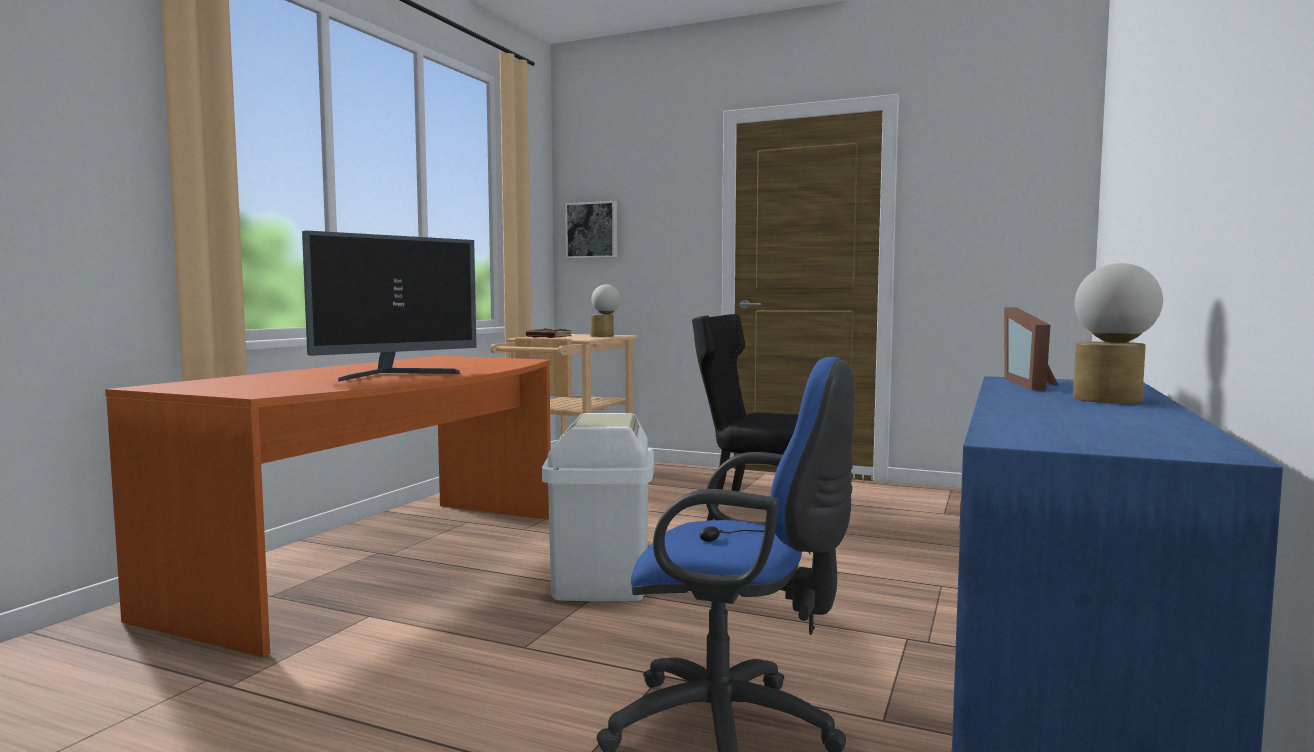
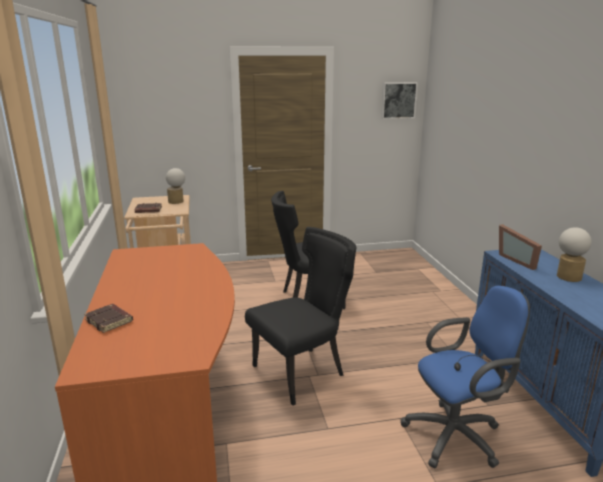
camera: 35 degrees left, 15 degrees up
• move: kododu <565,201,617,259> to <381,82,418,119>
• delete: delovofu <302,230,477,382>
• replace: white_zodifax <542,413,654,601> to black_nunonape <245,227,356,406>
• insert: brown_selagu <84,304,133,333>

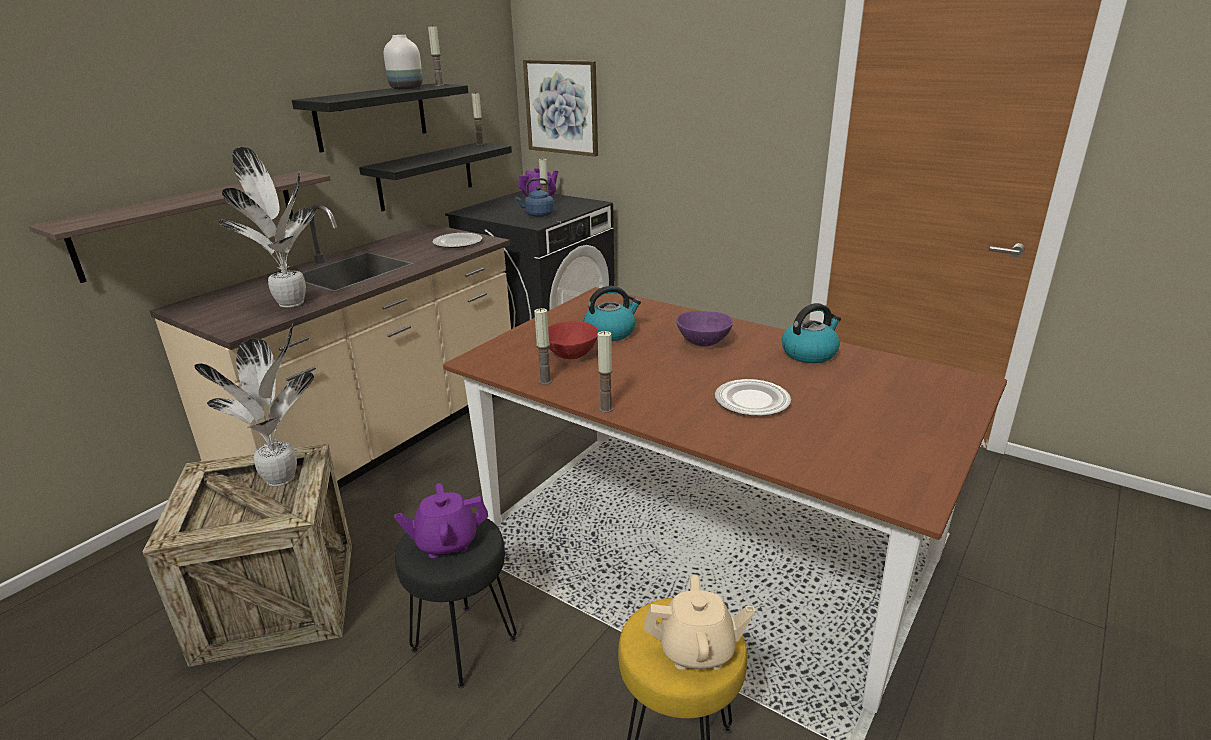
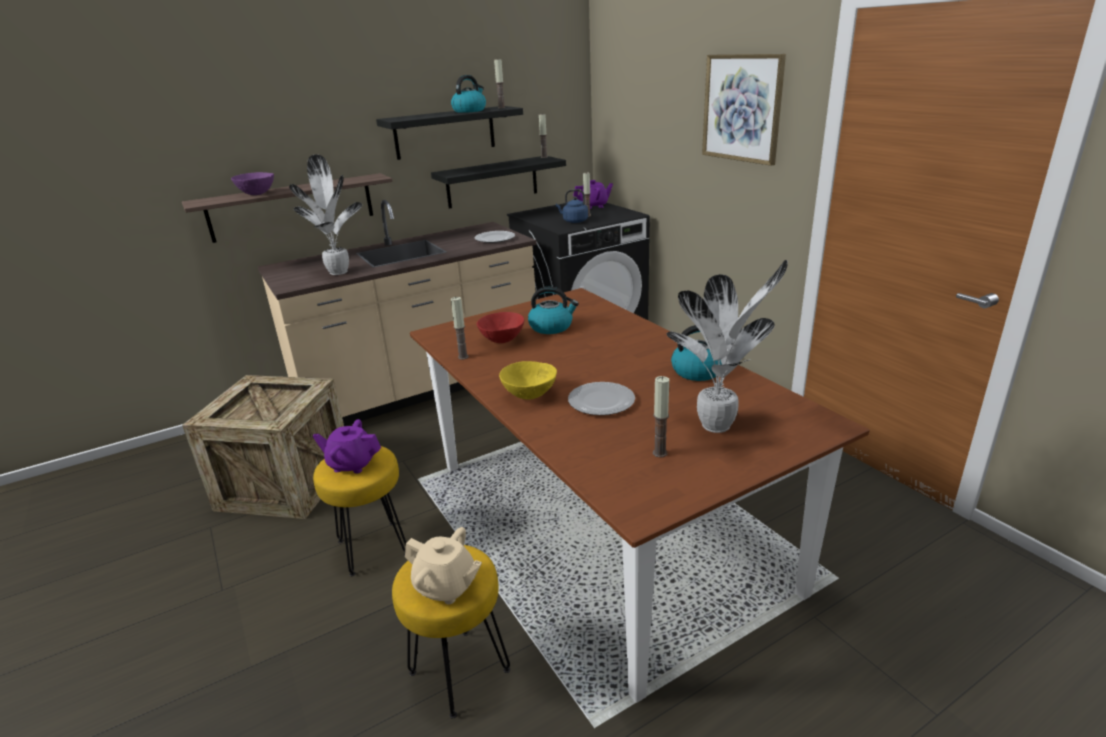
camera: 25 degrees right, 0 degrees up
• replace: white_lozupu <384,35,423,90> to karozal <451,75,486,113>
• move: kododu <523,60,598,157> to <702,54,786,166>
• move: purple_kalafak <676,311,733,347> to <231,172,274,195>
• move: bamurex <195,324,314,486> to <667,260,788,433>
• move: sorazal <597,331,613,413> to <653,376,669,458>
• recolor: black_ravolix <395,513,517,688> to yellow_ravolix <313,446,407,576>
• insert: yellow_kalafak <499,361,557,400>

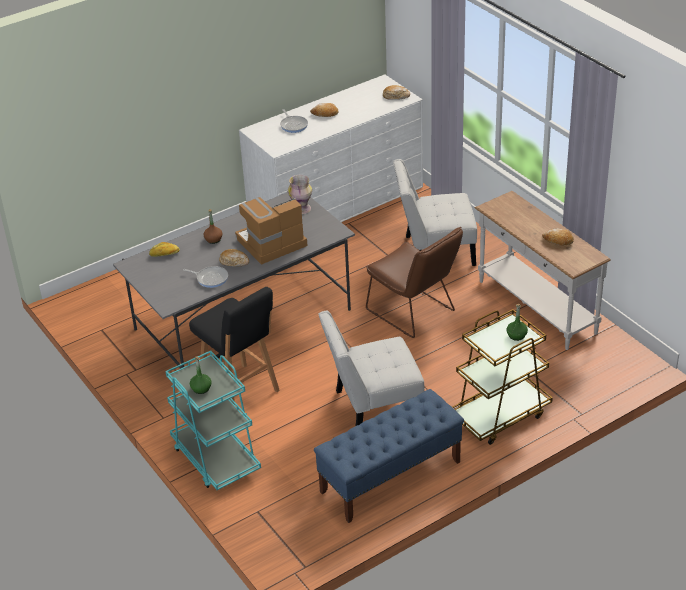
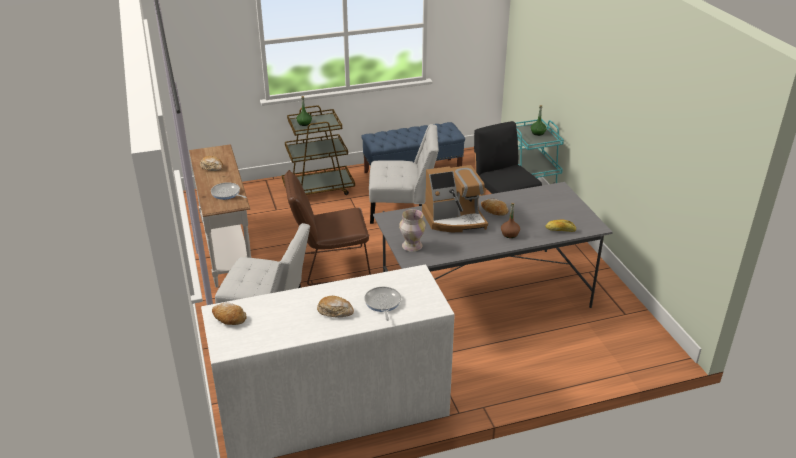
camera: 165 degrees left, 5 degrees down
• rotate: brown_nunonape <366,226,463,338> = <284,170,371,285> 75 degrees counterclockwise
• move: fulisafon <183,266,228,288> to <211,182,247,200>

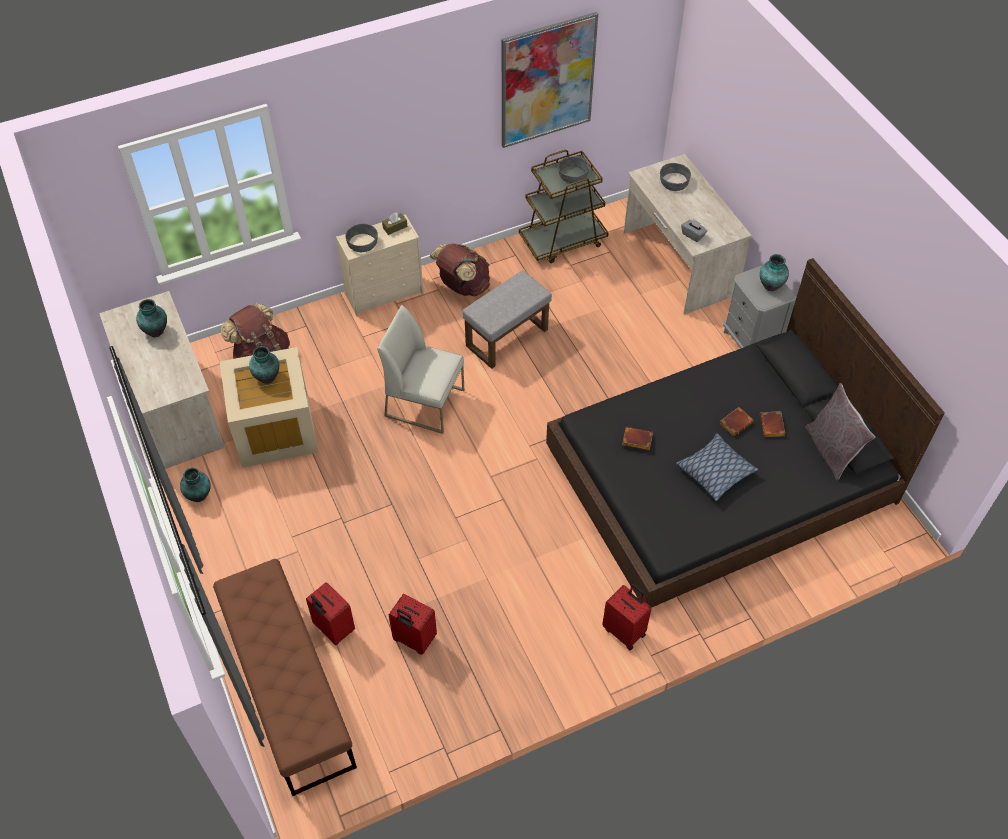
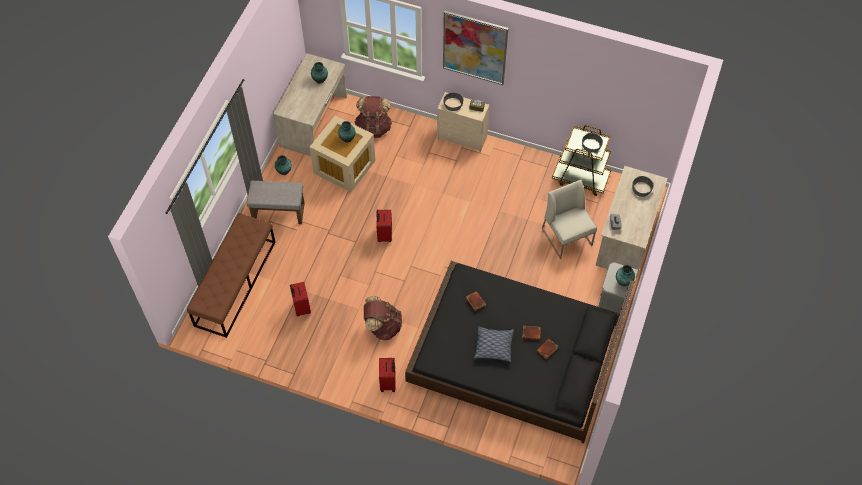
camera: 45 degrees right, 5 degrees up
• move: kododu <502,12,598,148> to <443,11,509,85>
• move: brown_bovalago <429,244,490,296> to <364,296,402,340>
• move: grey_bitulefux <462,270,552,369> to <247,181,305,224>
• move: white_nunonape <377,305,464,434> to <542,180,597,259>
• delete: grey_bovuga <805,383,875,481>
• move: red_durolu <306,582,355,645> to <376,209,392,242>

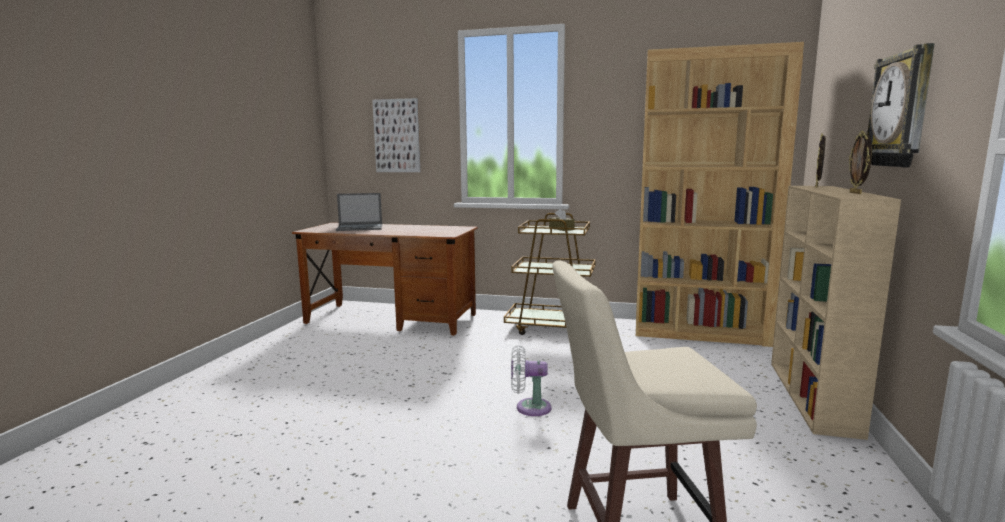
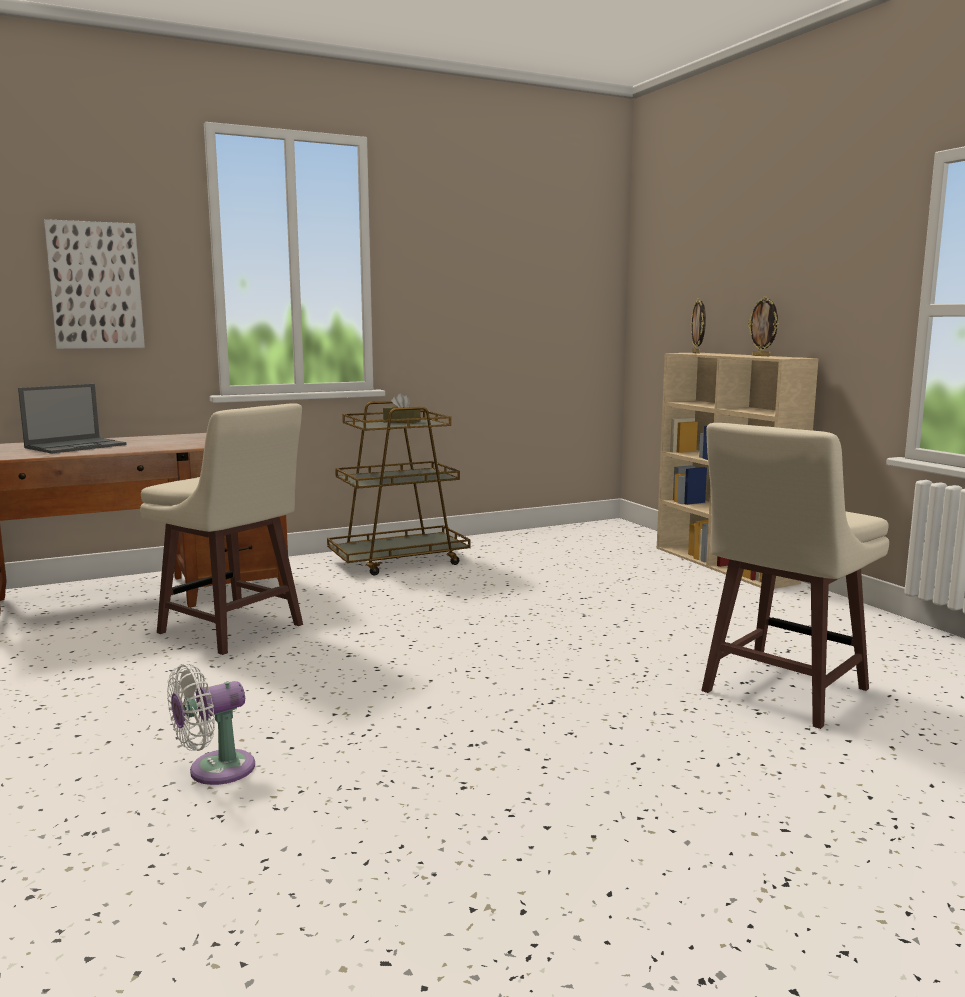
camera: 40 degrees left, 0 degrees up
• delete: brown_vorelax <636,42,804,347>
• delete: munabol <867,43,935,167>
• move: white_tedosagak <511,345,551,416> to <167,664,255,785>
• insert: beige_ravolix <140,403,303,655>

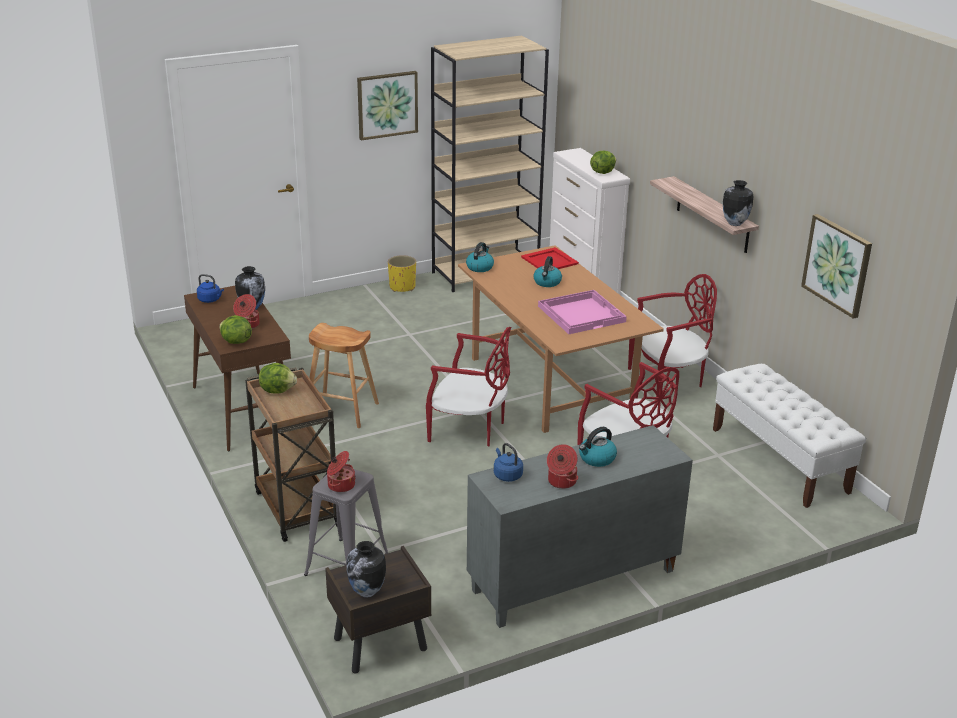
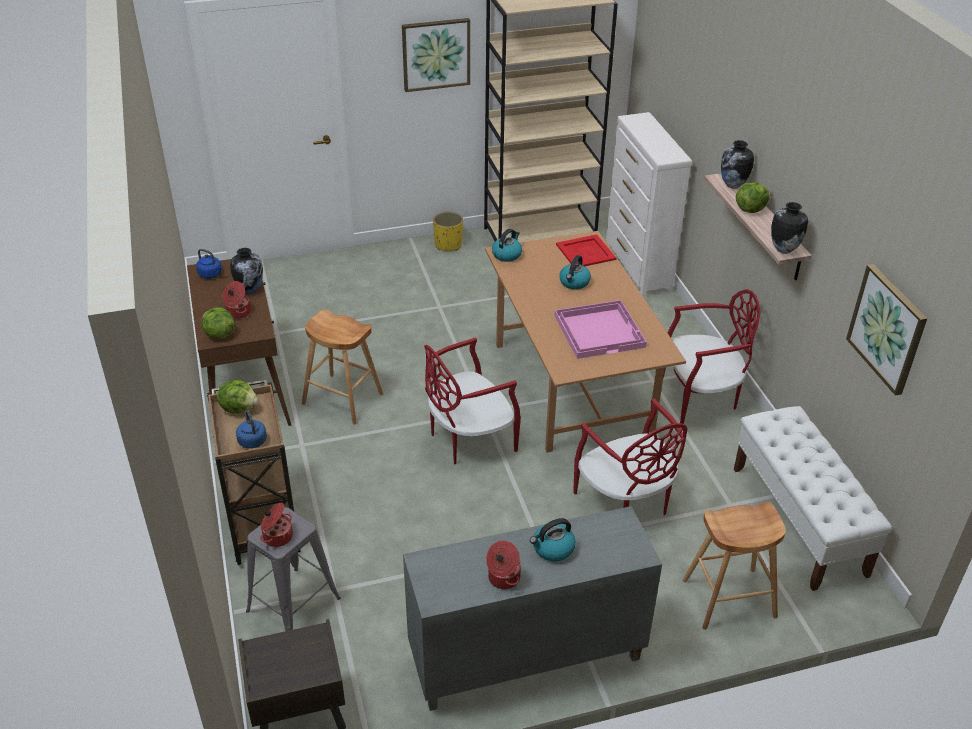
camera: 10 degrees right, 10 degrees up
• move: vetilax <590,151,616,174> to <736,183,770,213>
• rotate: red_nunonape <426,327,511,446> = <424,338,521,464> 120 degrees clockwise
• move: blue_karozal <494,443,523,482> to <236,410,267,449>
• move: lozupu <347,541,386,598> to <721,140,754,189>
• insert: brown_ravolix <682,502,786,630>

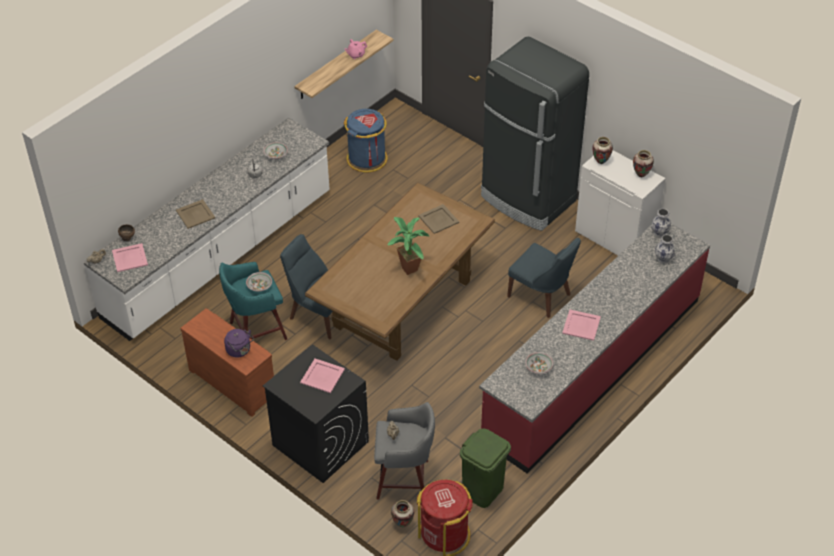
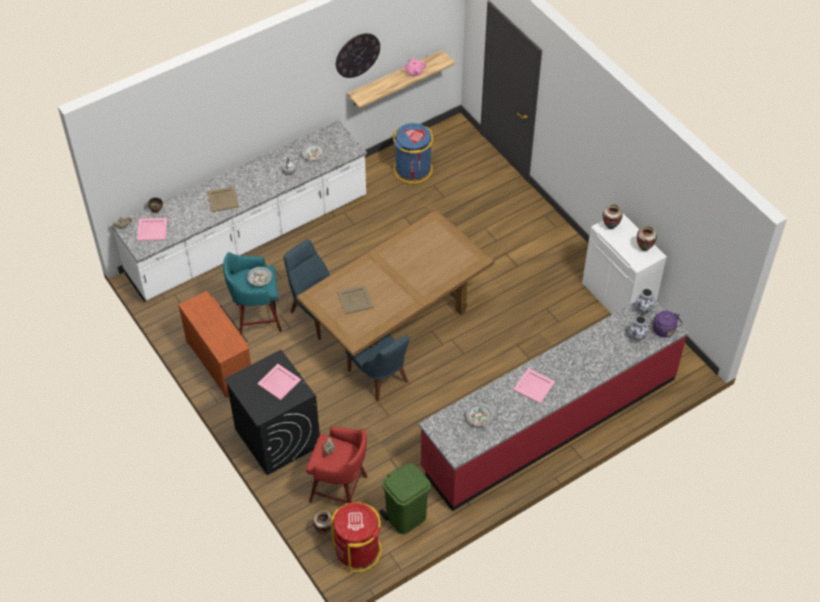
camera: 15 degrees right, 5 degrees up
• delete: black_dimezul <481,37,589,231>
• move: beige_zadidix <418,204,459,234> to <337,285,373,314>
• delete: bamurex <387,217,429,275>
• move: blue_nunonape <507,238,581,318> to <345,334,409,401>
• move: purple_karozal <224,329,254,358> to <653,311,683,337>
• recolor: grey_ravolix <374,402,435,499> to red_ravolix <306,426,367,503>
• insert: munabol <336,33,380,78>

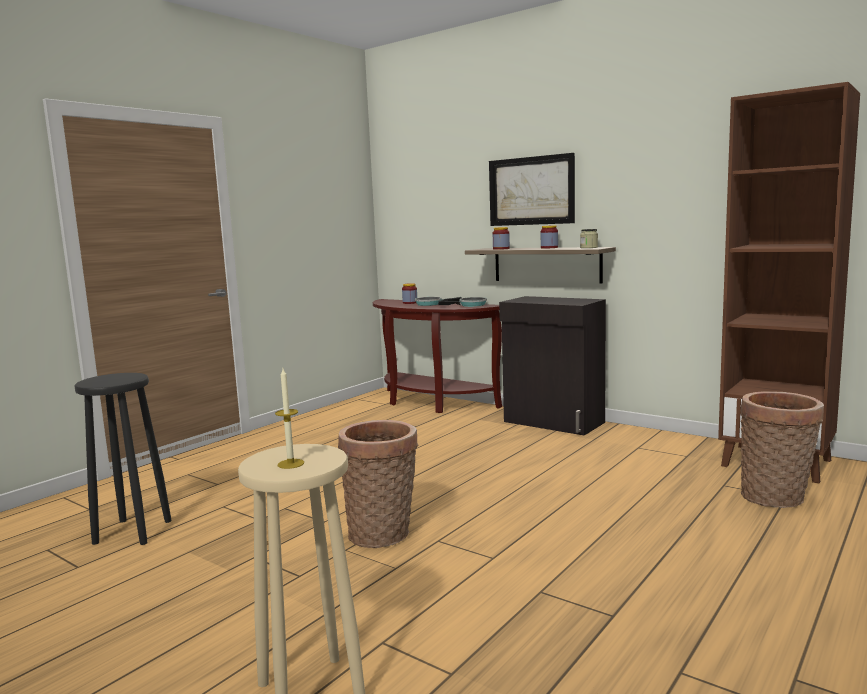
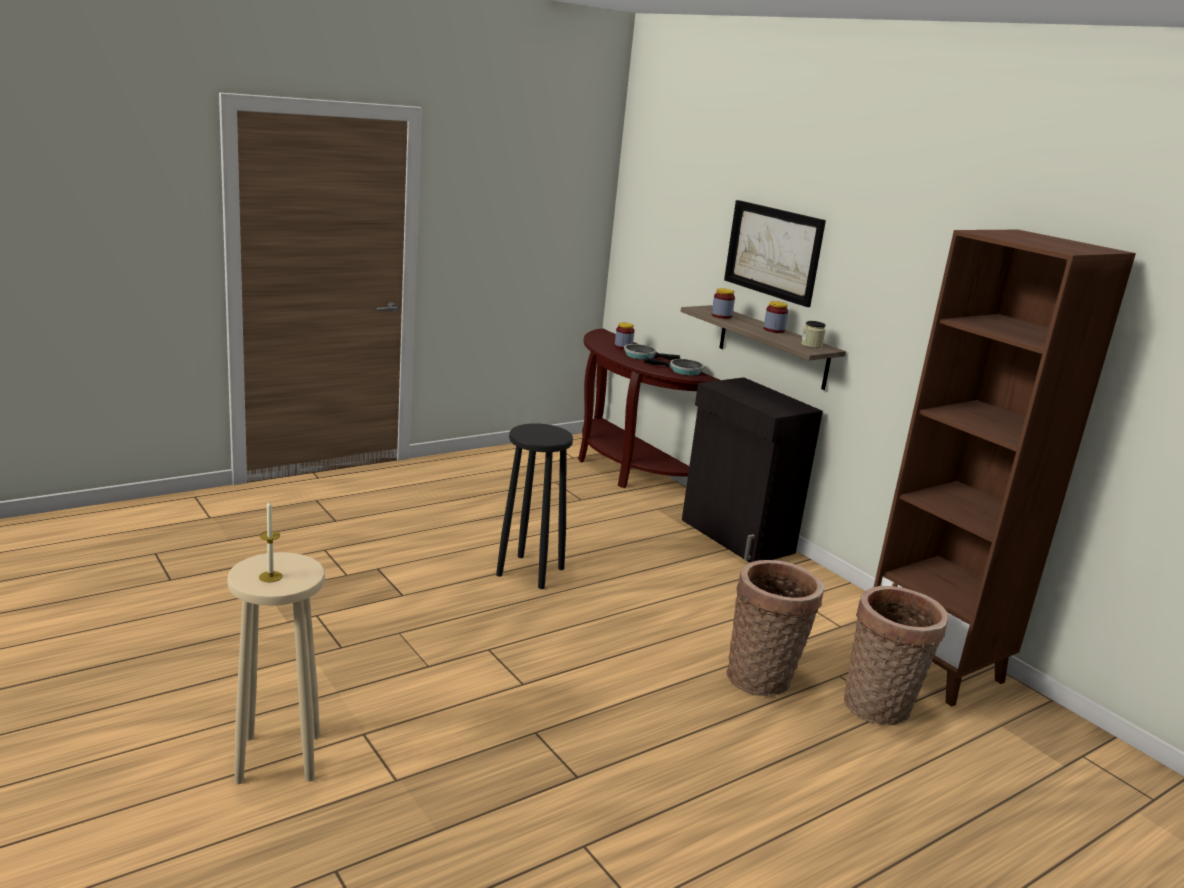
camera: 15 degrees right, 10 degrees up
• move: black_ravolix <75,373,172,545> to <496,423,573,589>
• move: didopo <338,420,418,548> to <726,560,824,696>

